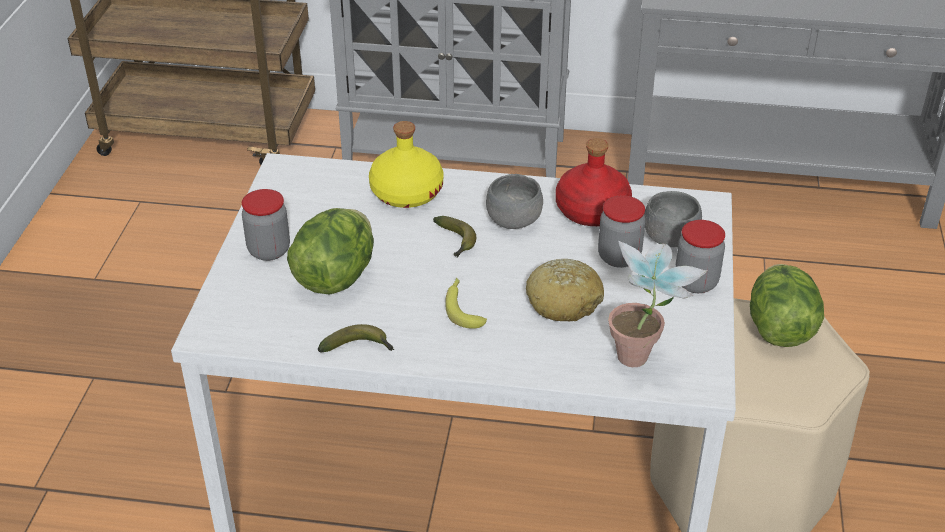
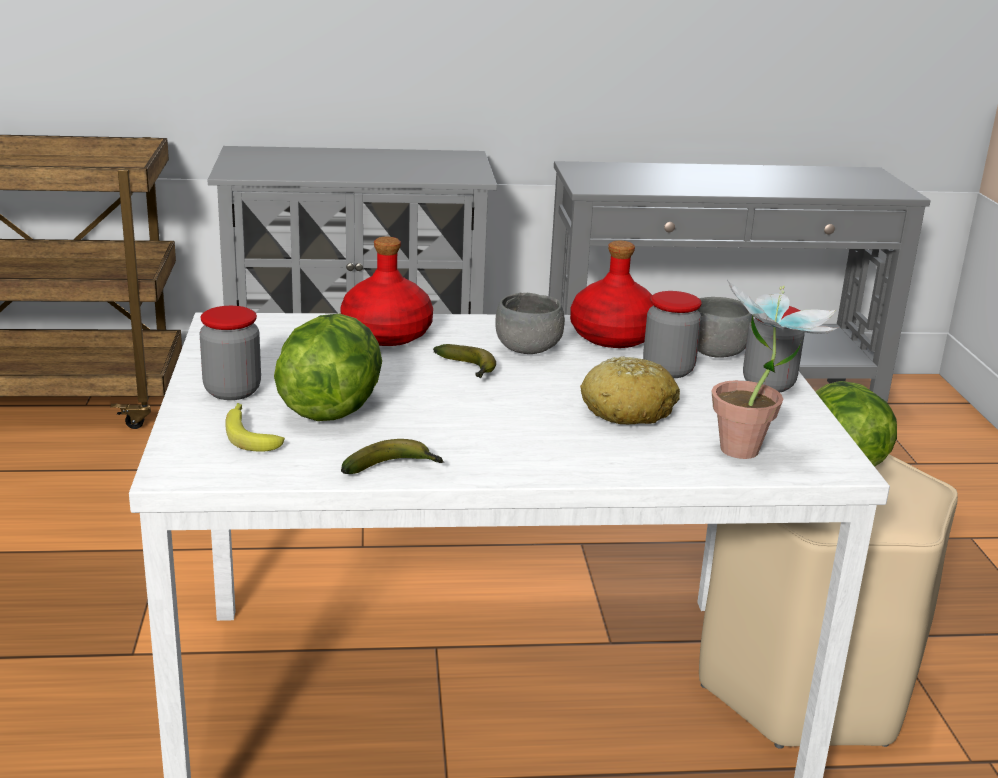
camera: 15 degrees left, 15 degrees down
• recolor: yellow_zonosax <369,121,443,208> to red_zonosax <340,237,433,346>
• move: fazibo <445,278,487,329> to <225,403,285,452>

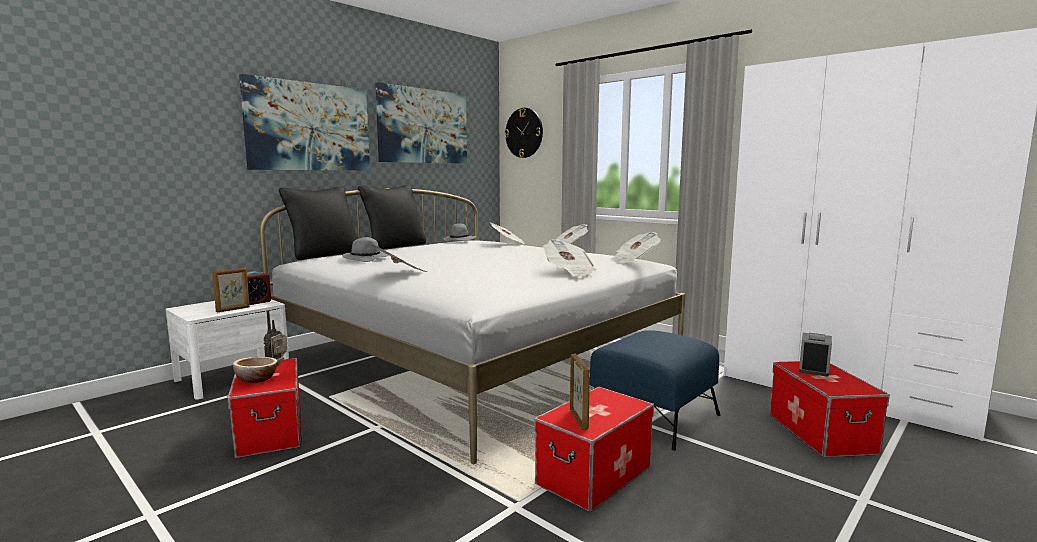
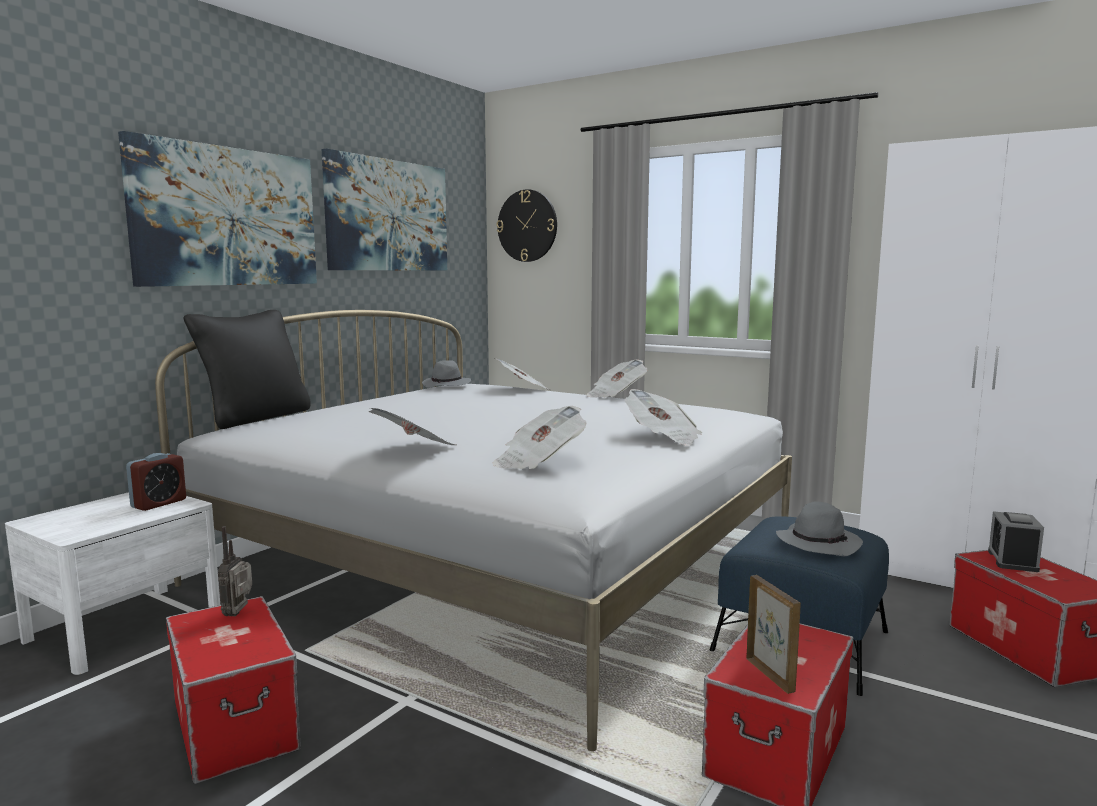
camera: 10 degrees left, 0 degrees up
• delete: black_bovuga <358,185,426,250>
• move: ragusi <610,232,661,262> to <493,406,586,469>
• move: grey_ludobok <342,237,389,262> to <776,501,863,557>
• delete: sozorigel <212,267,250,313>
• delete: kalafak <233,357,278,383>

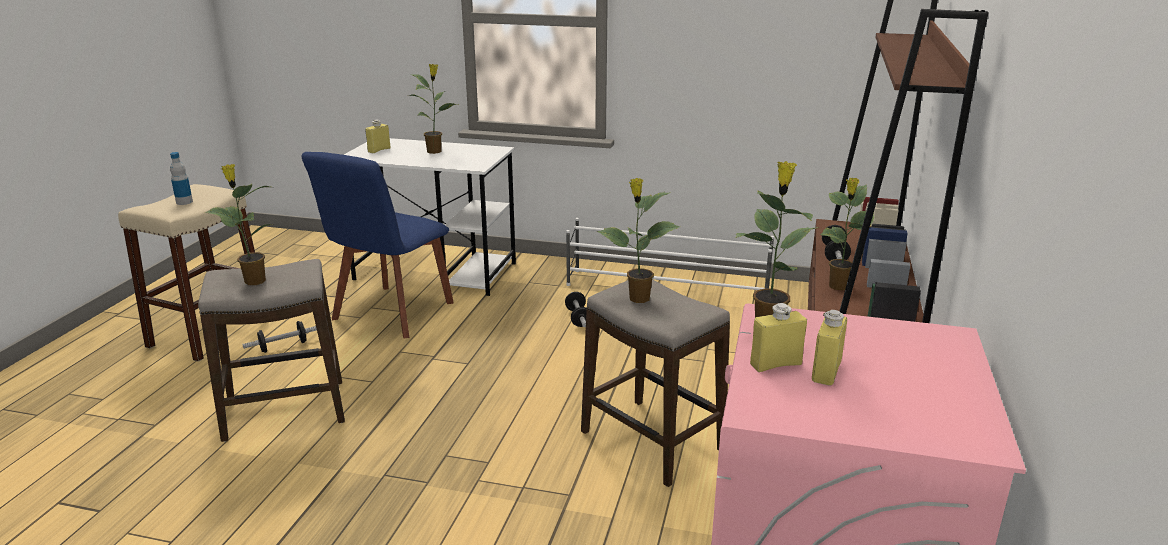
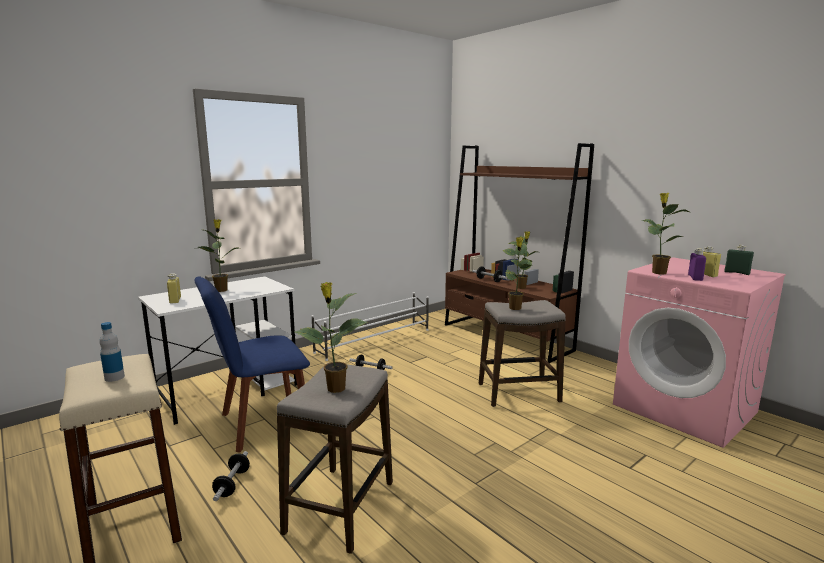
camera: 55 degrees left, 10 degrees down
• rotate: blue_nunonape <302,152,454,338> = <194,276,310,453> 90 degrees clockwise
• recolor: yellow_zonosax <750,303,807,372> to purple_zonosax <688,248,706,281>
• insert: green_zonosax <724,245,754,275>

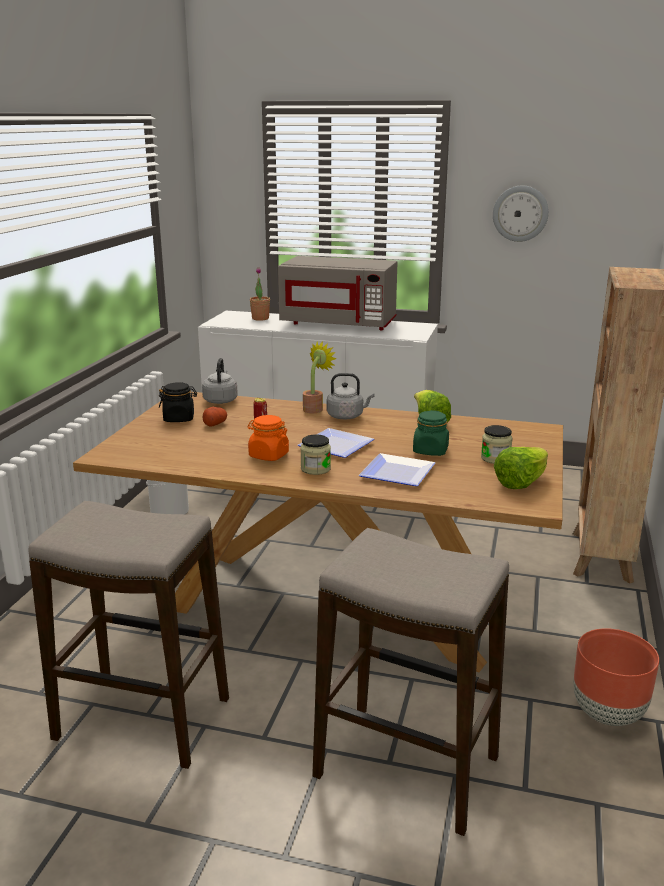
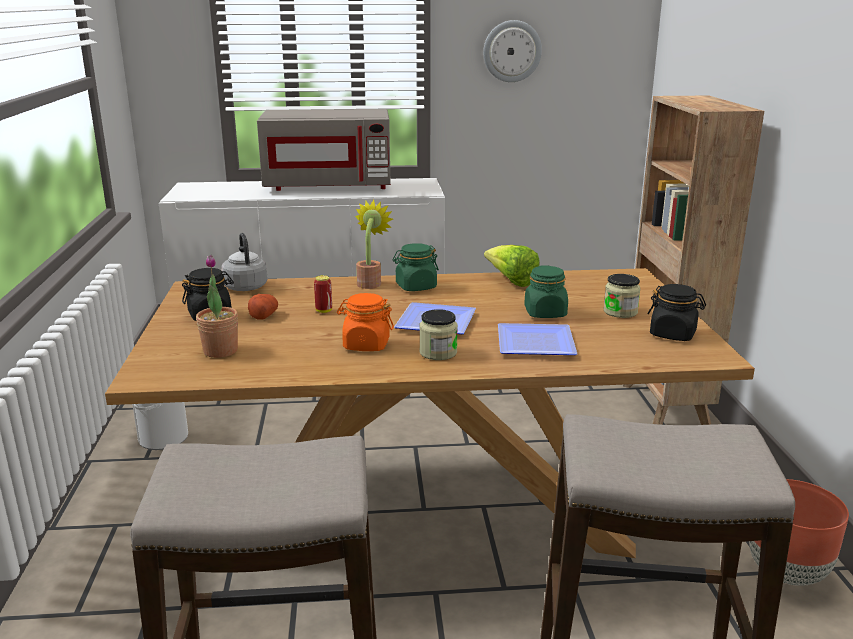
camera: 20 degrees left, 0 degrees up
• move: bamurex <250,267,270,321> to <196,255,238,358>
• replace: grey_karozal <326,373,374,419> to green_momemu <393,243,439,291>
• replace: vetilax <494,447,548,489> to black_momemu <647,284,706,341>

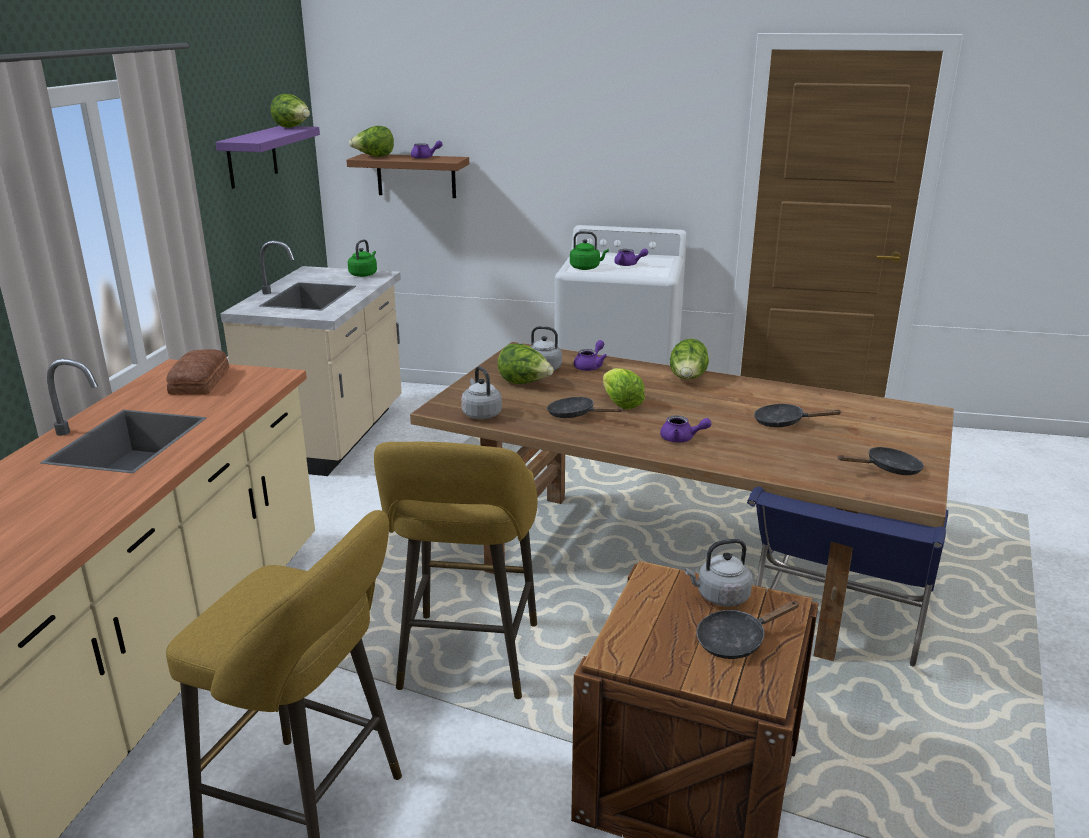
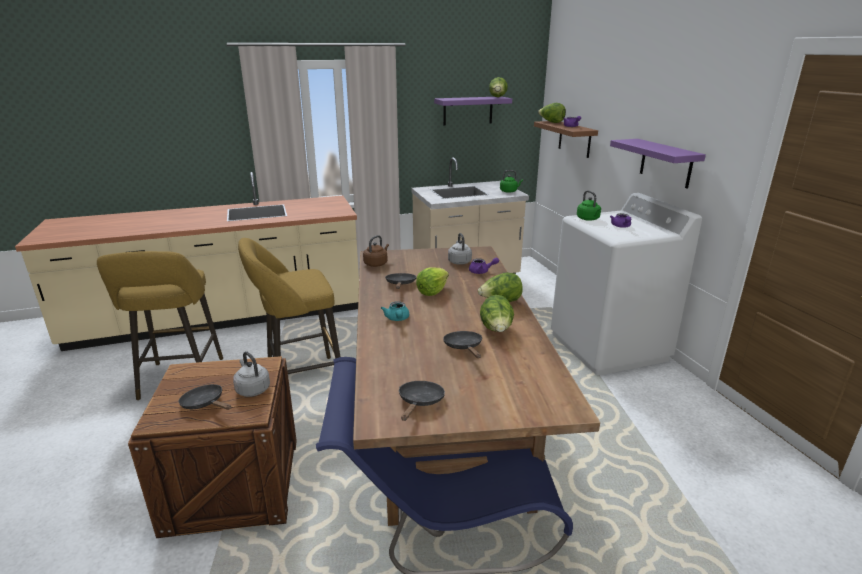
camera: 60 degrees right, 0 degrees up
• move: vetilax <497,344,554,384> to <480,295,514,332>
• delete: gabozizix <166,349,229,395>
• recolor: grey_karozal <461,366,502,419> to brown_karozal <363,235,389,267>
• recolor: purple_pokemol <660,415,712,443> to turquoise_pokemol <381,301,409,321>
• rotate: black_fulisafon <837,447,924,475> = <399,381,445,421> 120 degrees counterclockwise
• insert: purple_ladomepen <610,139,706,189>

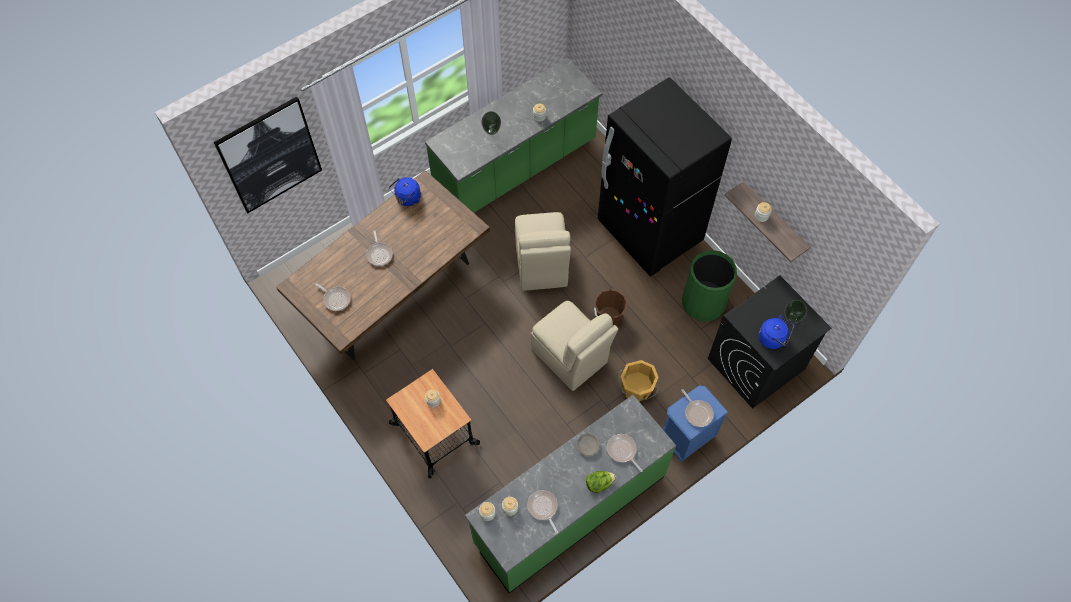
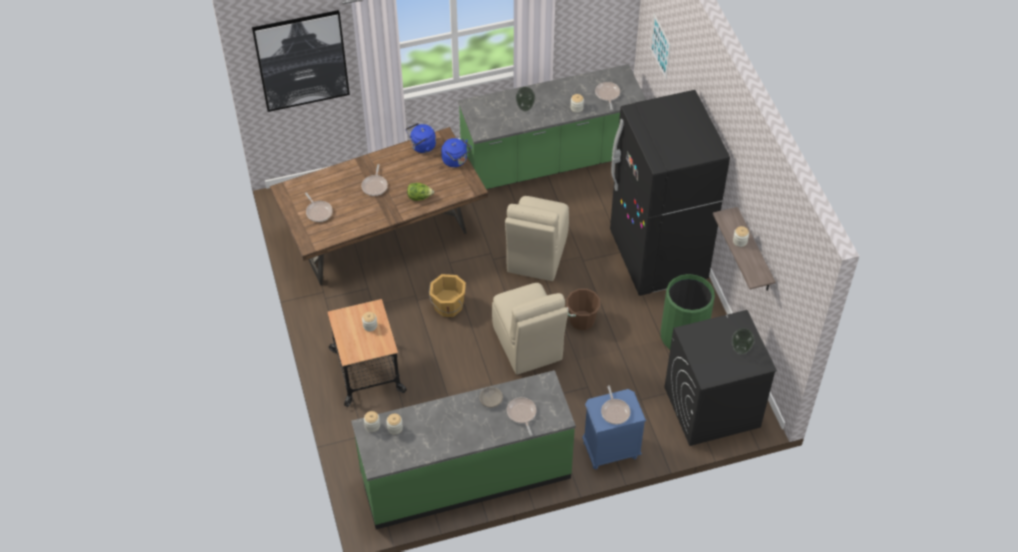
camera: 20 degrees right, 10 degrees down
• move: blue_karozal <759,314,795,349> to <441,138,472,167>
• move: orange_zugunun <618,360,659,401> to <429,274,466,317>
• move: vetilax <586,471,616,493> to <407,183,434,201>
• move: fulisafon <527,490,558,533> to <595,82,620,110>
• insert: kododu <650,13,671,80>

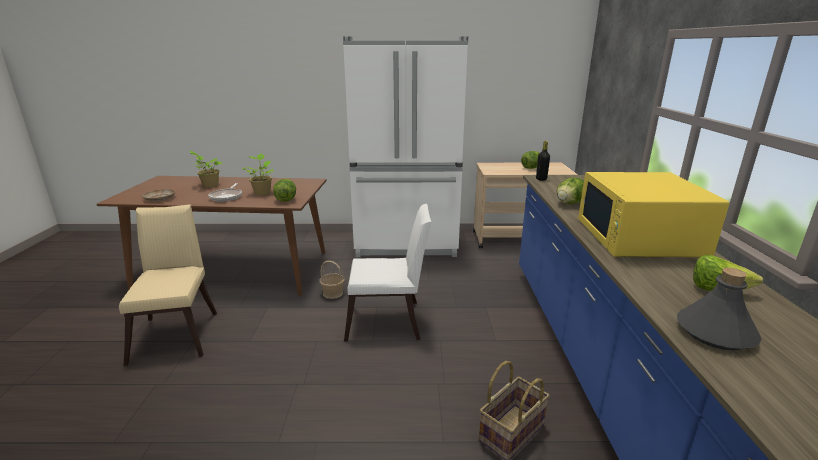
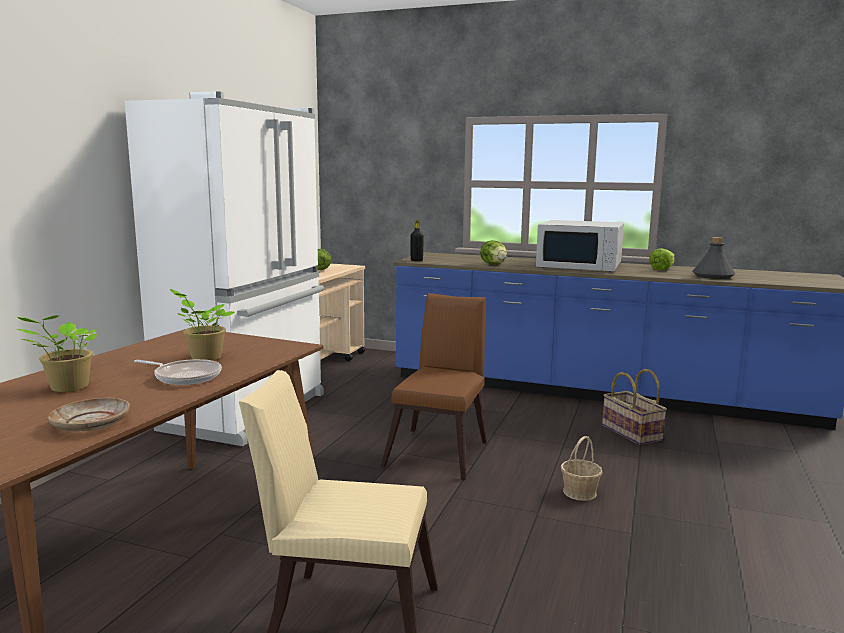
camera: 70 degrees left, 10 degrees down
• recolor: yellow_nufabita <578,172,729,257> to white_nufabita <536,220,624,272>
• delete: vetilax <273,179,296,202>
• recolor: white_nunonape <344,204,431,342> to brown_nunonape <381,293,487,480>
• move: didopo <319,261,345,299> to <561,436,603,501>

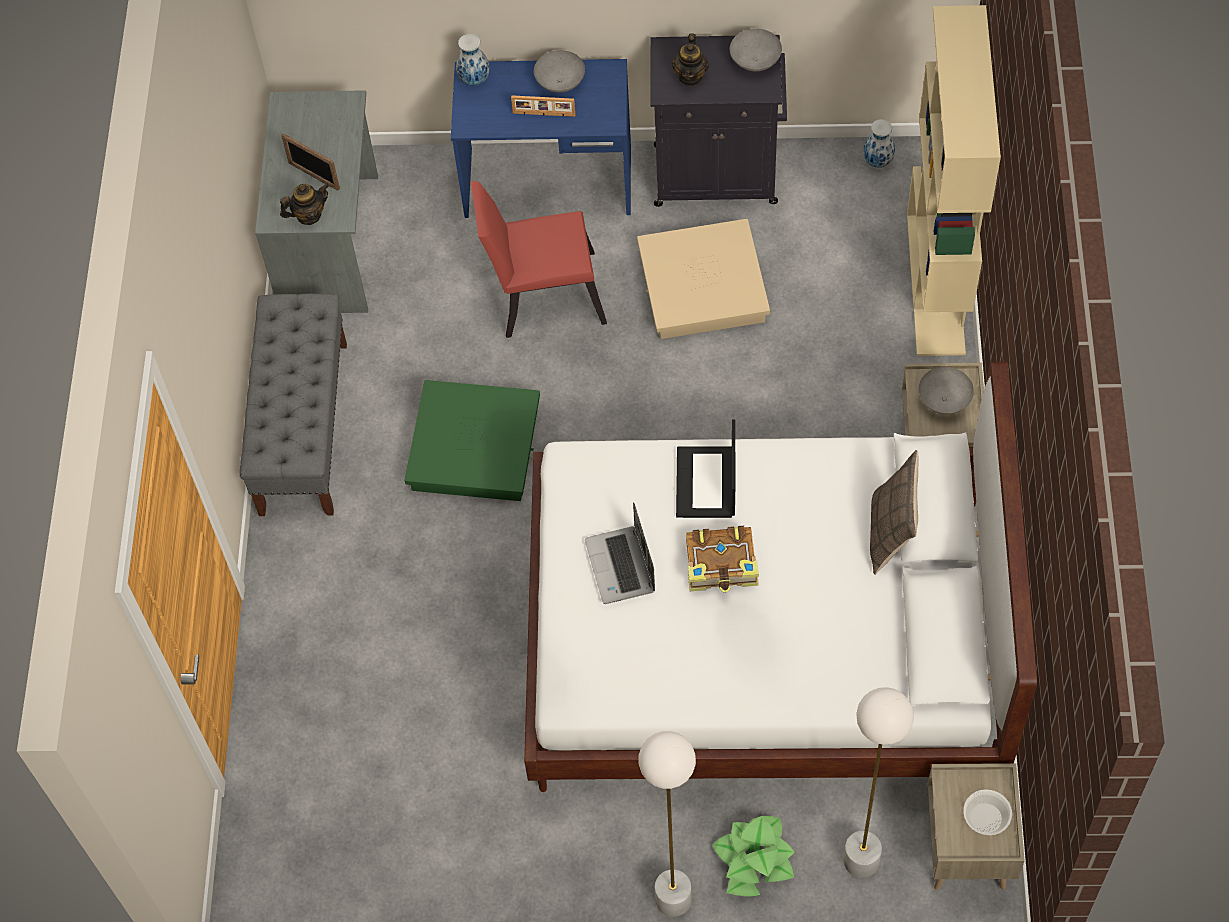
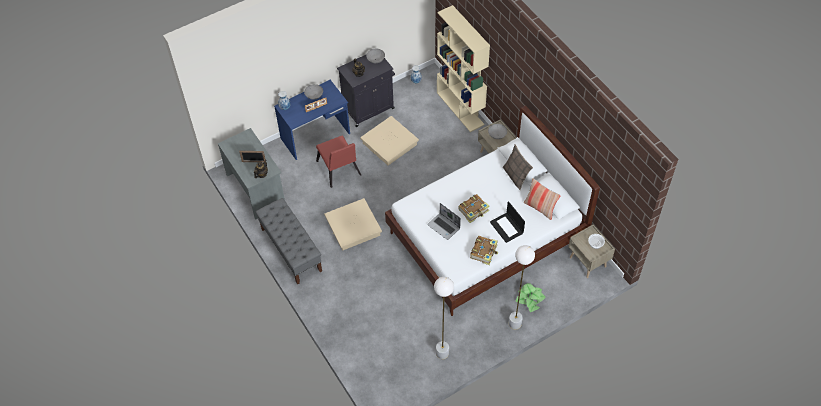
camera: 35 degrees left, 5 degrees down
• rotate: red_nunonape <471,181,607,338> = <316,135,361,188> 75 degrees counterclockwise
• recolor: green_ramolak <404,380,540,501> to beige_ramolak <324,198,382,250>
• move: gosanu <676,419,735,518> to <490,201,525,243>
• move: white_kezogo <843,687,914,878> to <434,277,454,359>
• insert: bovuga <524,178,561,220>
• insert: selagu <470,236,498,265>

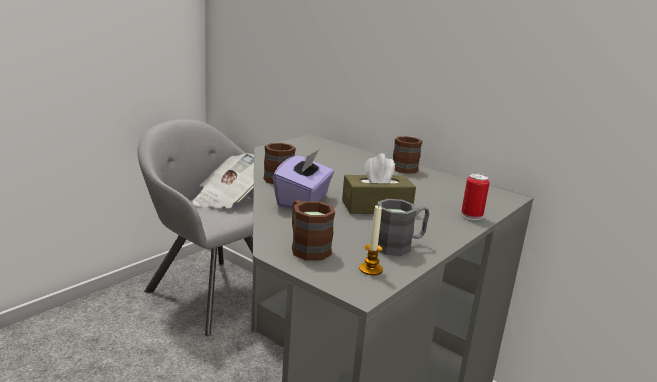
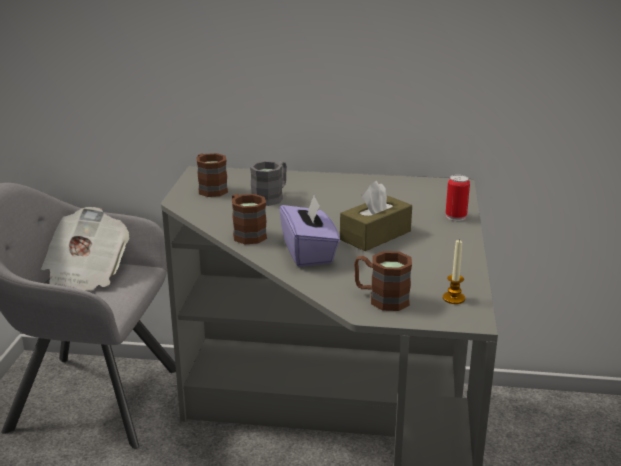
camera: 30 degrees left, 5 degrees up
• move: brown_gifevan <393,136,422,174> to <196,153,228,197>
• move: grey_gifevan <378,199,429,256> to <250,161,287,206>

